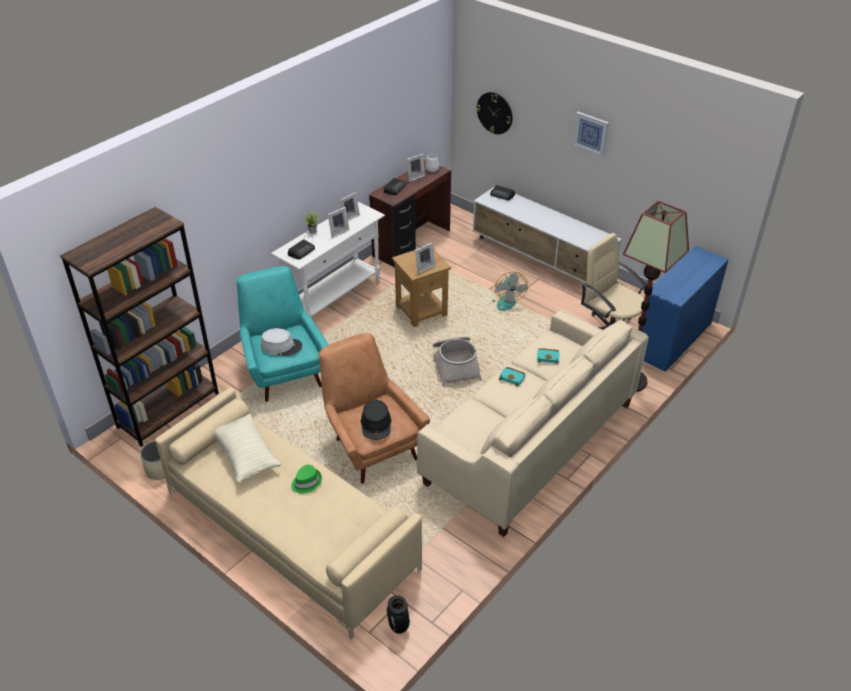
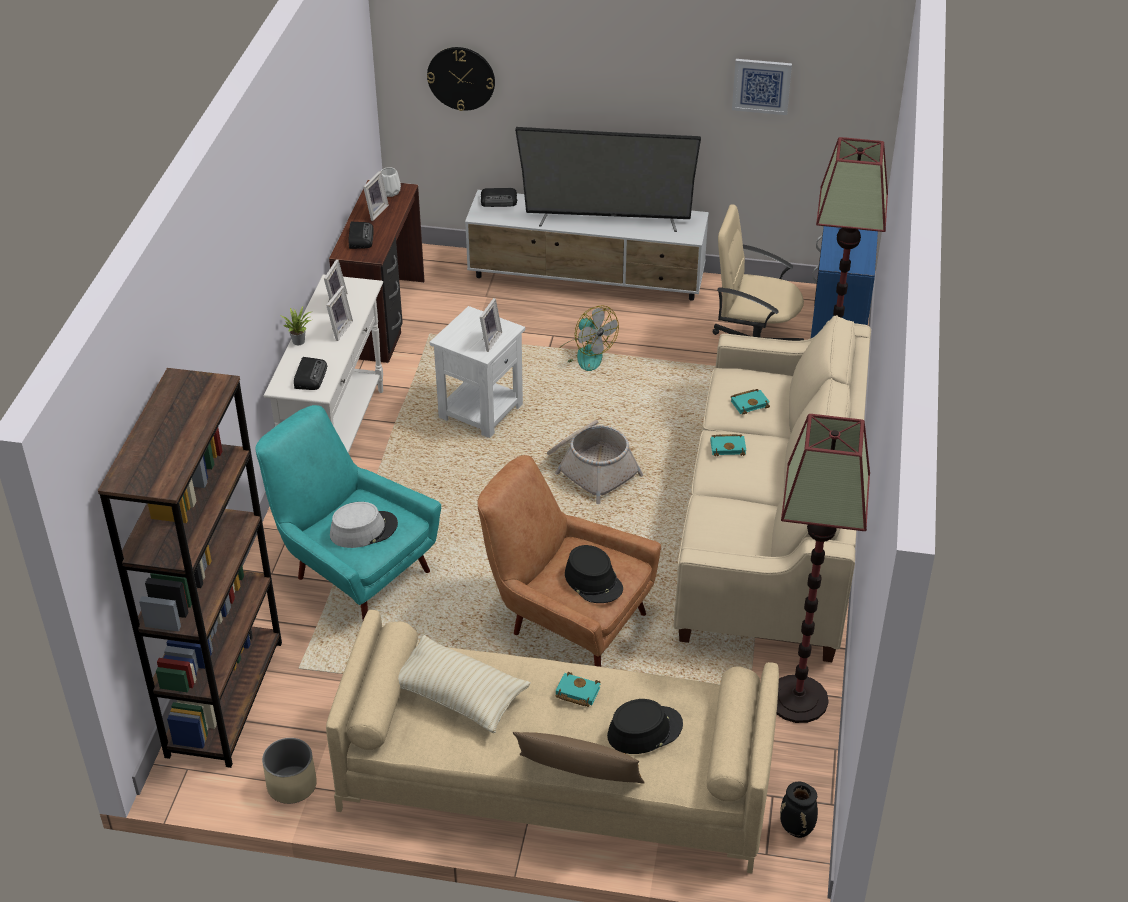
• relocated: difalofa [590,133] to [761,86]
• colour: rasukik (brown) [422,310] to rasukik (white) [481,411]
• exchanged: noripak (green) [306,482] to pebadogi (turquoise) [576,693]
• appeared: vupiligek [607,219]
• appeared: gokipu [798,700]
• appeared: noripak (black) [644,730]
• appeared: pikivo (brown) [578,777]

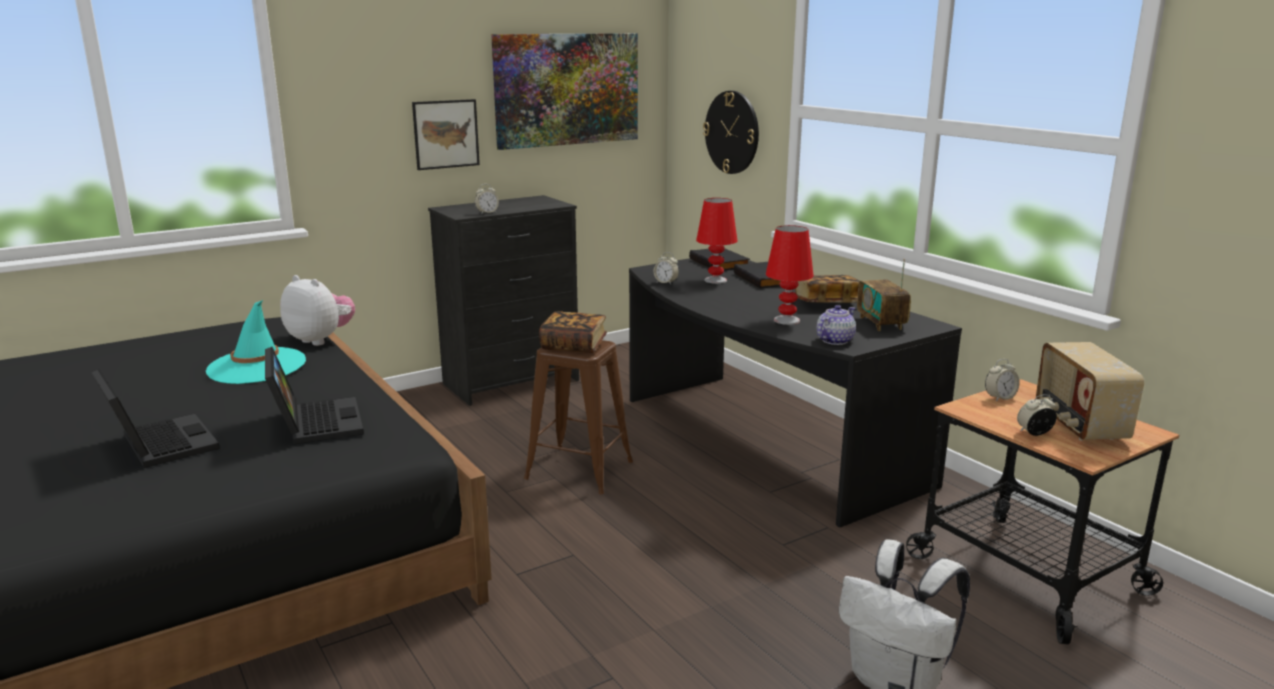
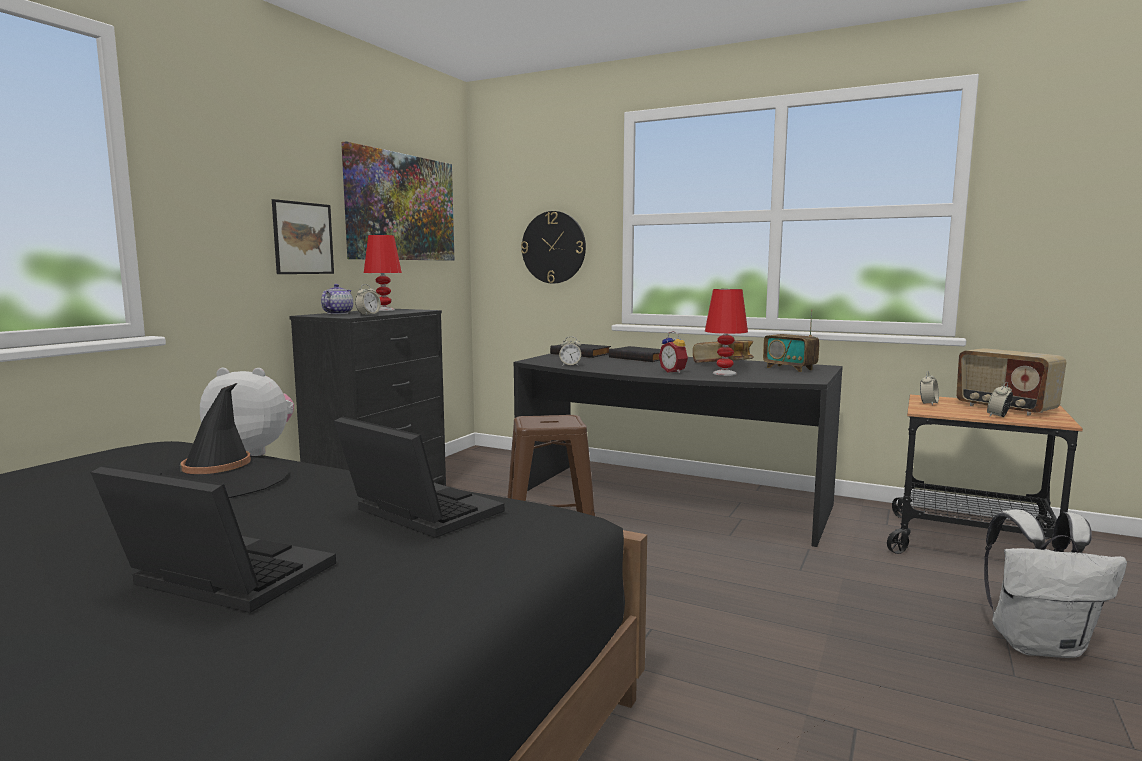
• relocated: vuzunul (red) [716,280] to [384,310]
• colour: noripak (turquoise) [257,366] to noripak (black) [218,480]
• relocated: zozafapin [834,340] to [337,313]
• missing: pebadogi [573,346]
• appeared: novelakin [674,371]

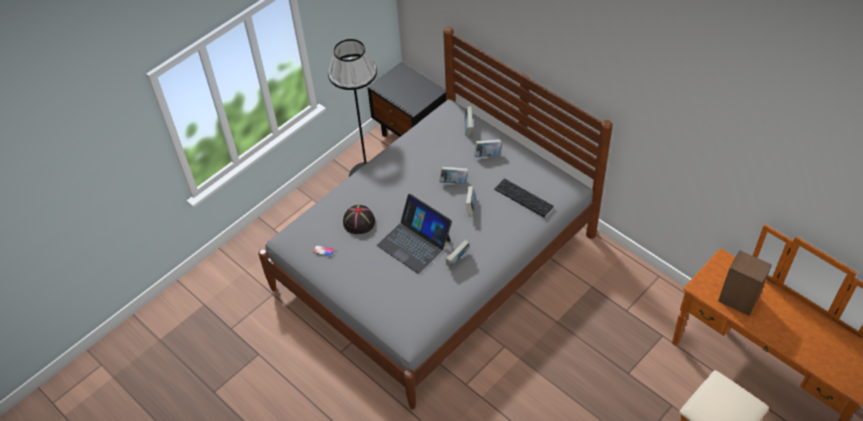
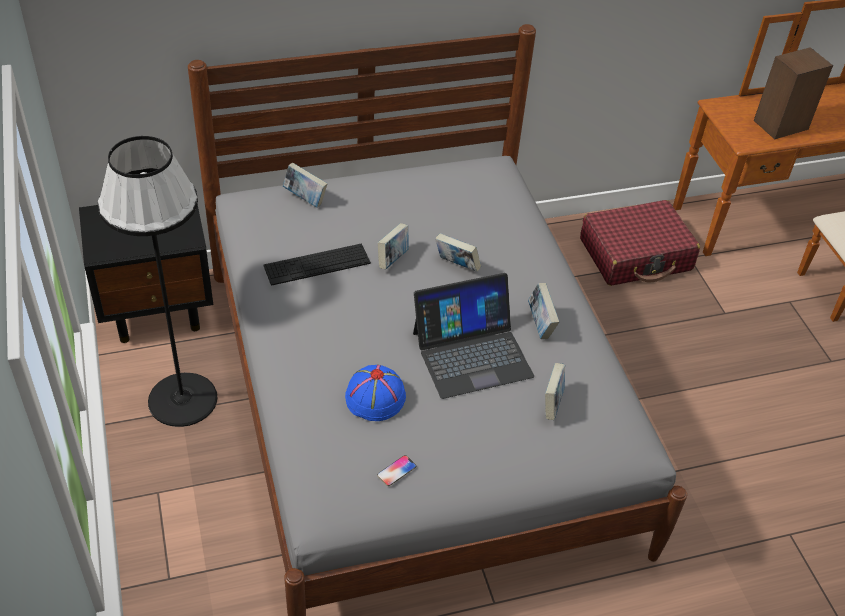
• relocated: pebadogi [487,155] to [552,404]
• relocated: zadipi [523,197] to [317,264]
• colour: noripak (black) [358,222] to noripak (blue) [375,398]
• appeared: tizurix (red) [636,255]

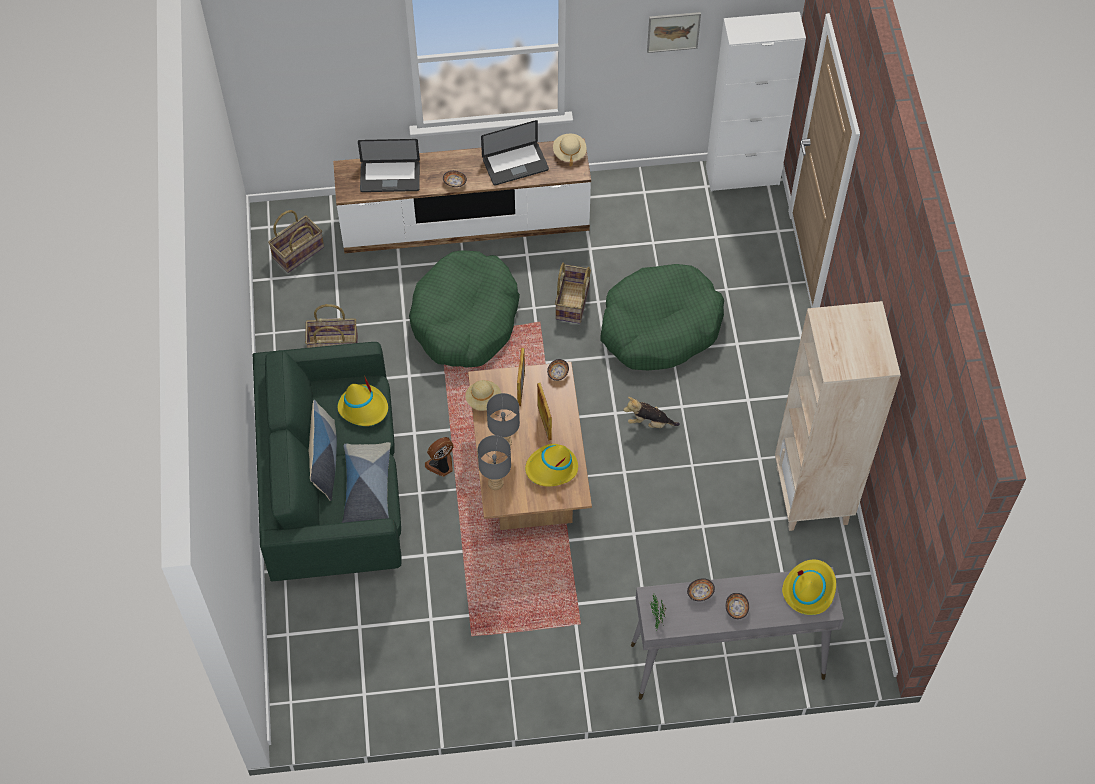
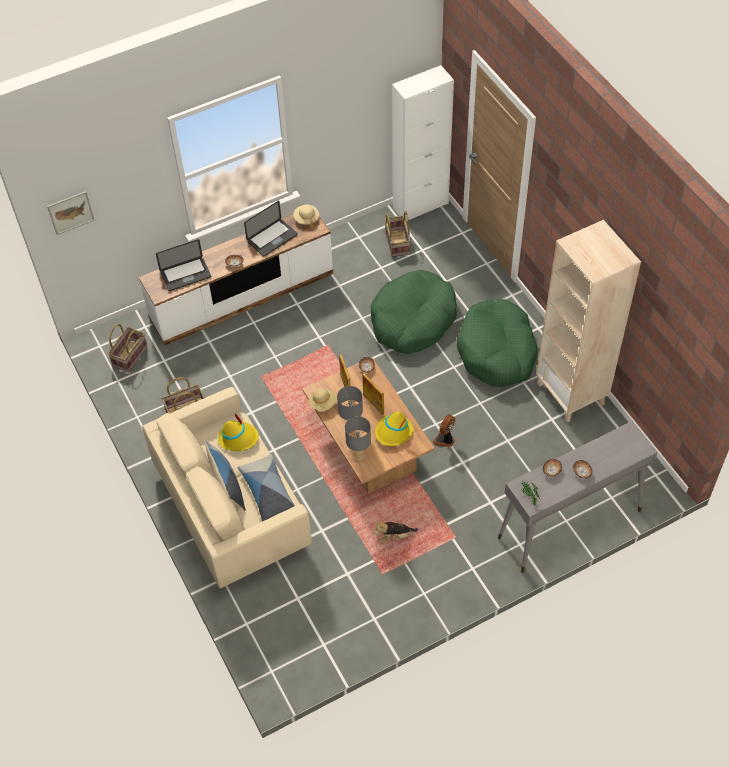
• relocated: difalofa [673,31] to [70,212]
• relocated: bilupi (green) [465,319] to [497,351]
• relocated: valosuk [573,302] to [398,243]
• colour: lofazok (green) [334,488] to lofazok (beige) [233,508]
• relocated: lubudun [649,422] to [394,536]
• relocated: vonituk [441,465] to [445,439]
• missing: noripak (yellow) [809,589]

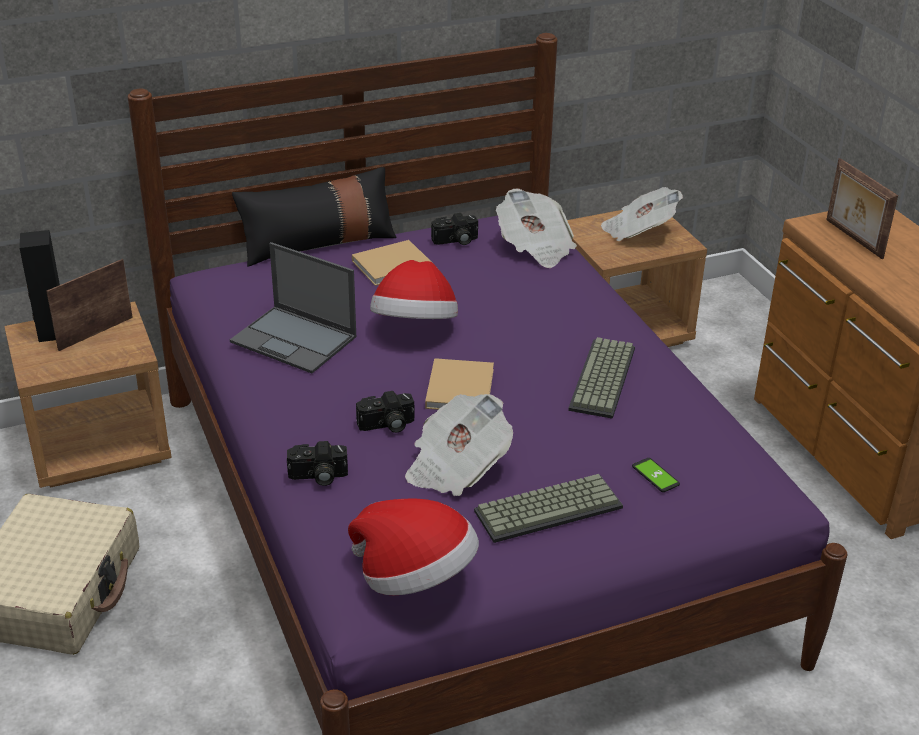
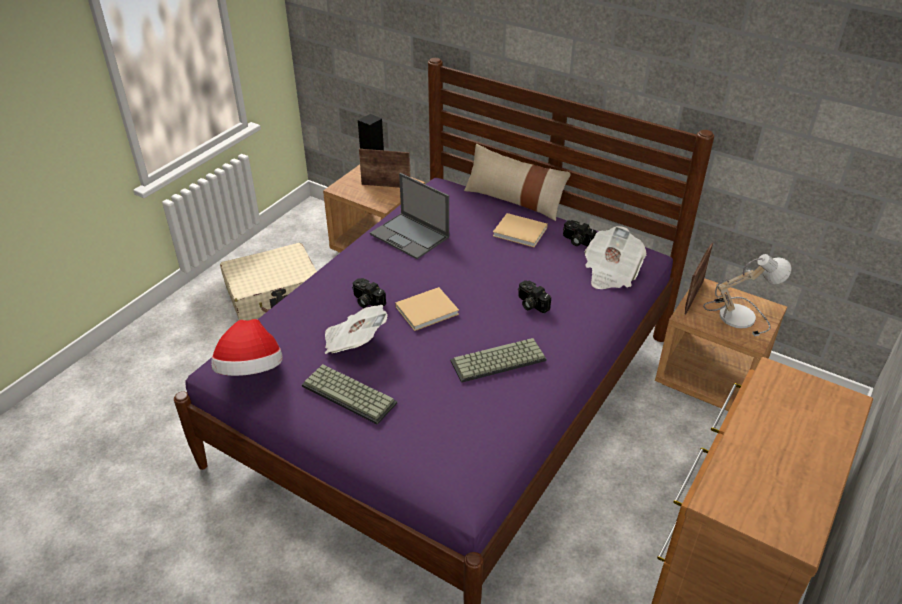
• relocated: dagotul [852,239] to [693,296]
• colour: pikivo (black) [318,244] to pikivo (beige) [514,200]
• exchanged: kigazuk [638,231] to vuzunul [737,314]
• spun: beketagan [295,340] = [410,236] 45 degrees counterclockwise
• missing: noripak [415,327]
• relocated: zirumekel [318,476] to [530,304]
• missing: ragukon [655,476]

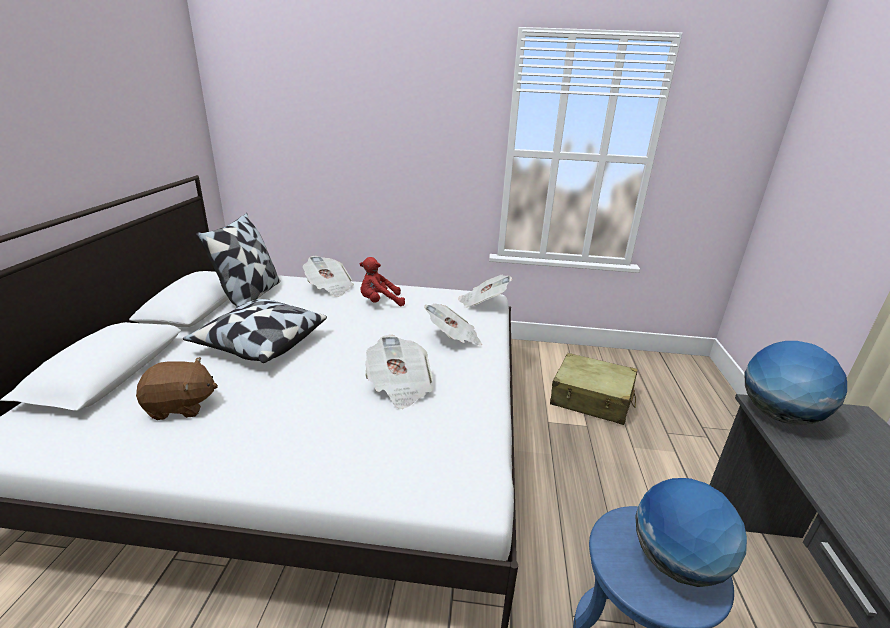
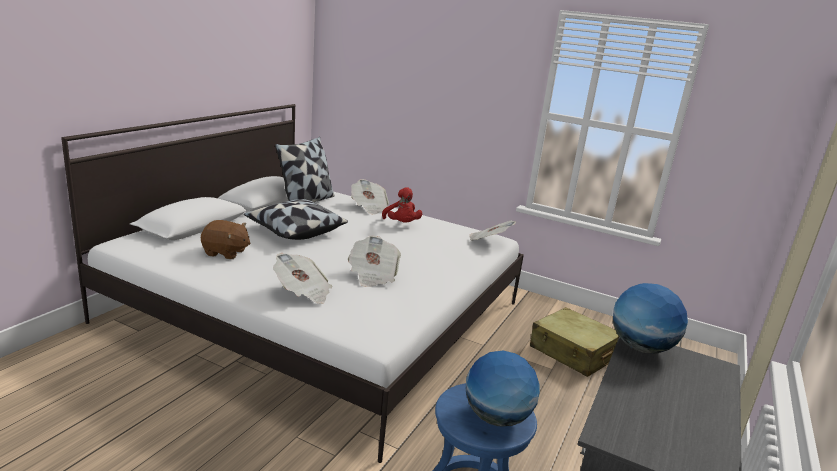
• spun: lubudun (red) [380,302] = [401,224] 120 degrees counterclockwise
• relocated: kigazuk [453,338] to [303,292]

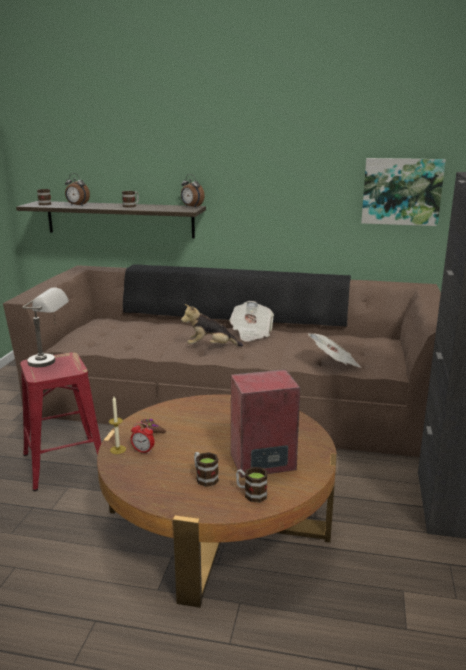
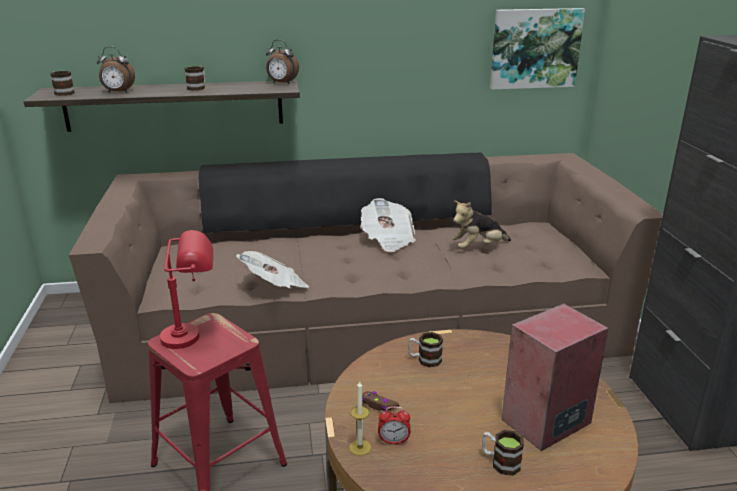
• colour: vuzunul (grey) [50,362] to vuzunul (red) [194,335]
• relocated: lubudun [210,347] to [478,247]
• relocated: kigazuk [334,363] to [275,286]
• relocated: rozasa [251,494] to [424,360]

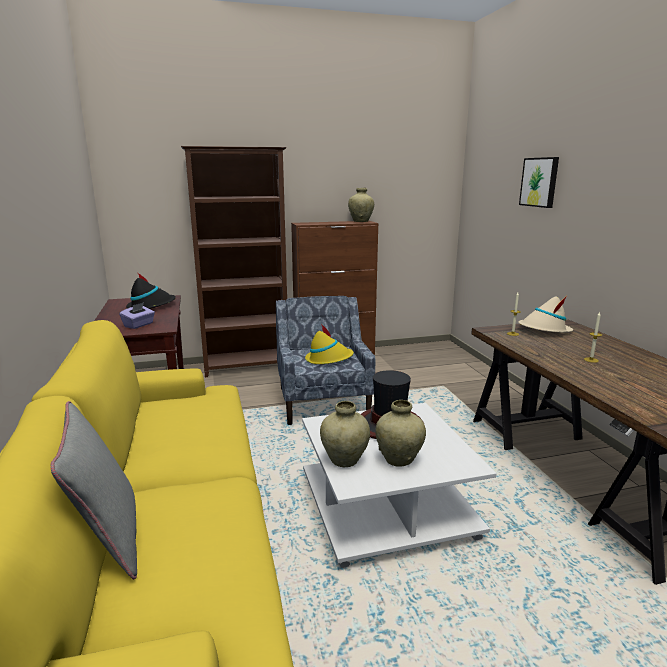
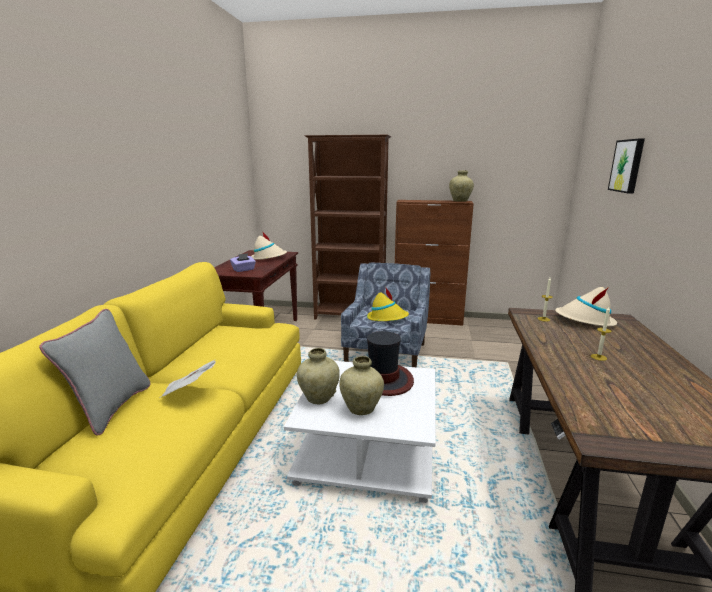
• colour: noripak (black) [151,306] to noripak (beige) [268,257]
• appeared: kigazuk [189,391]

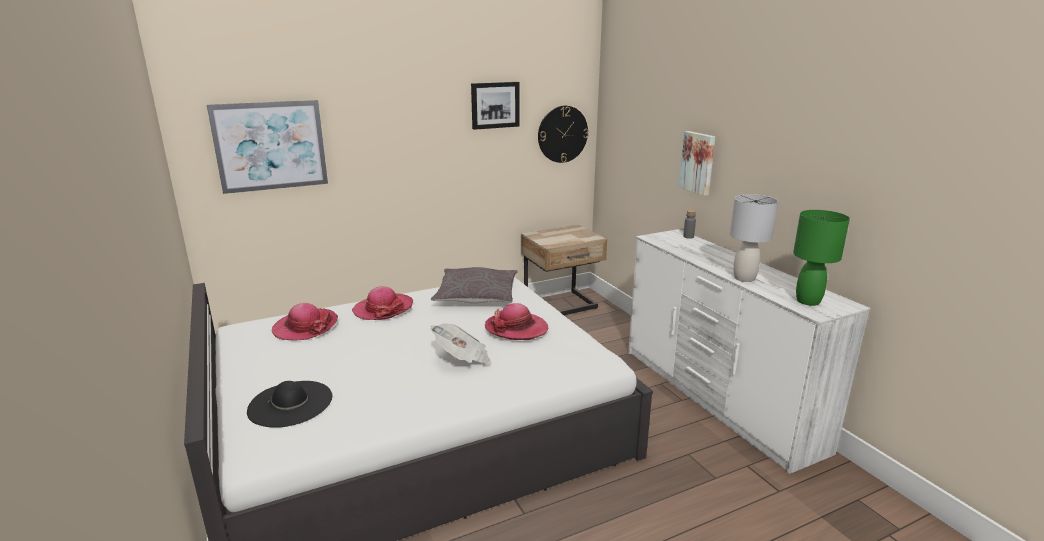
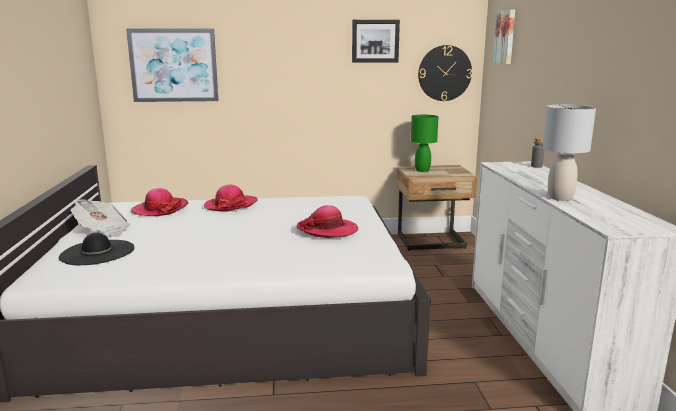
• relocated: difalofa [698,162] to [506,37]
• relocated: vuzunul (green) [808,301] to [422,170]
• missing: pikivo (grey) [476,295]
• relocated: kigazuk [463,358] to [103,231]

